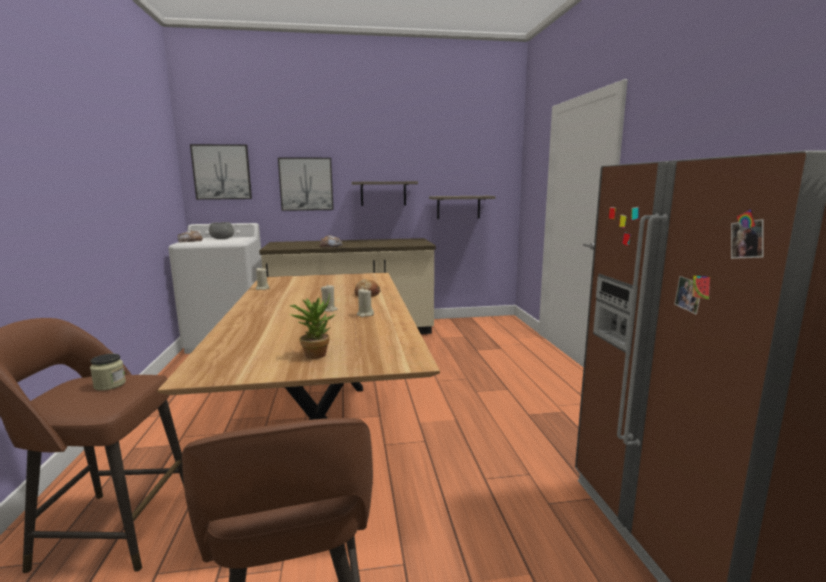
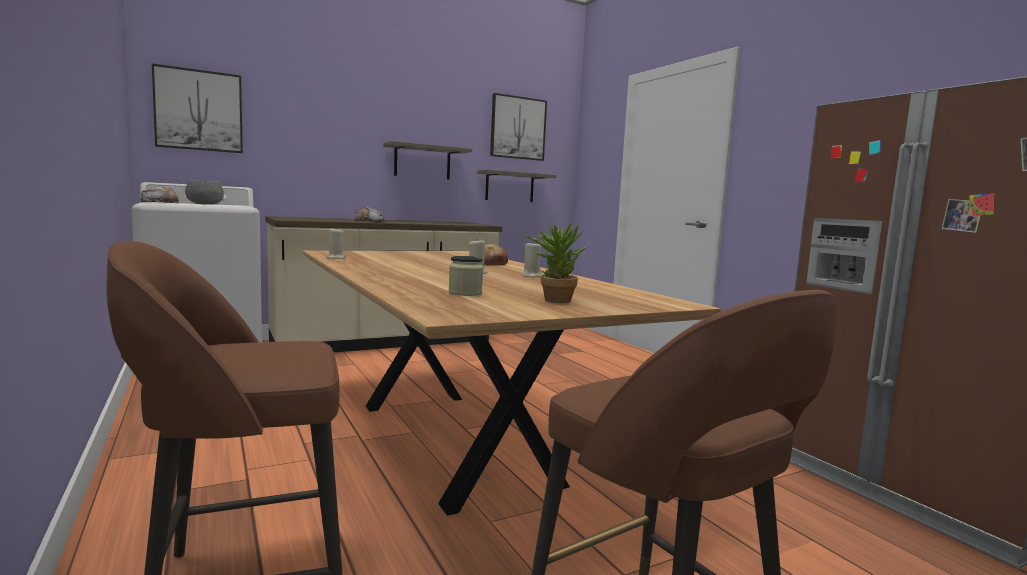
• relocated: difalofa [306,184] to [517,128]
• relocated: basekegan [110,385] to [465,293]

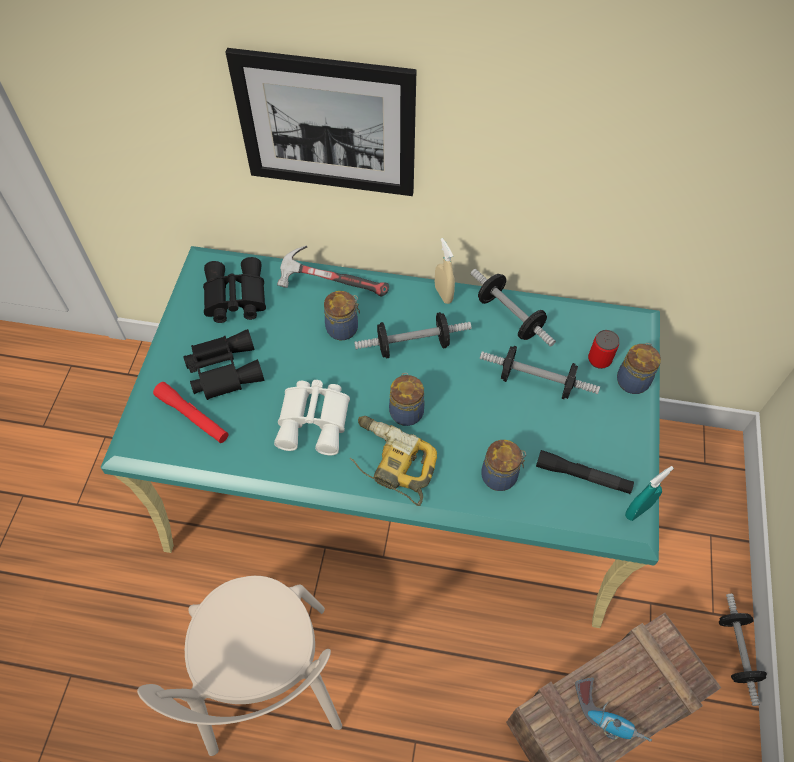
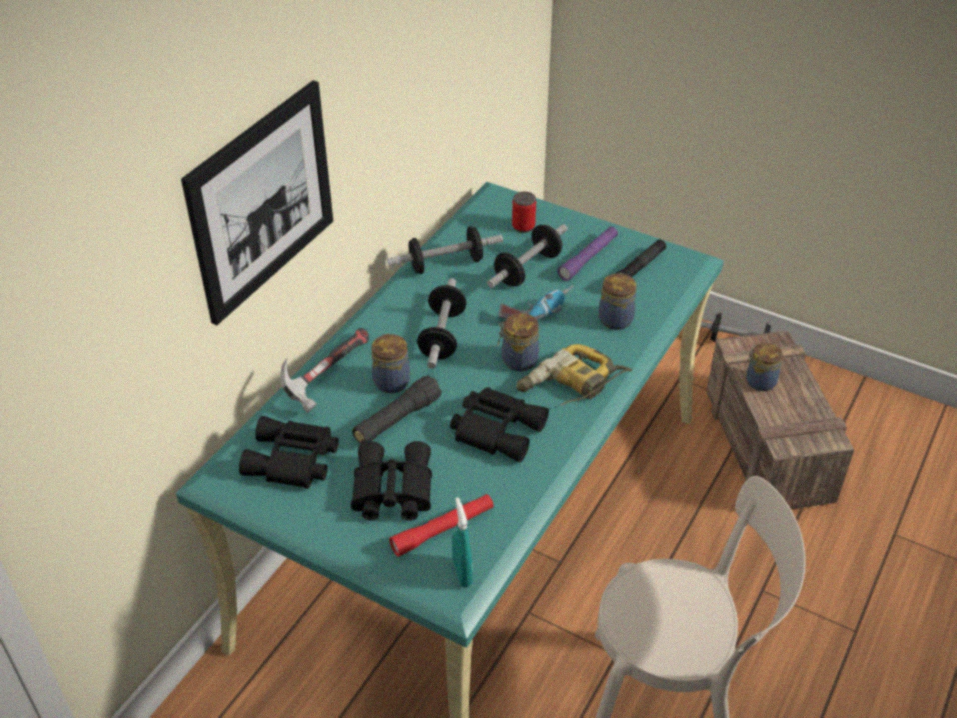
• missing: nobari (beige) [443,294]
• relocated: basekegan [633,380] to [759,381]
• colour: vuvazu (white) [315,420] to vuvazu (black) [497,428]
• relocated: nobari (turquoise) [638,510] to [462,573]
• relocated: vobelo [609,714] to [536,310]
• appeared: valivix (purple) [588,258]
• appeared: valivix (black) [397,420]

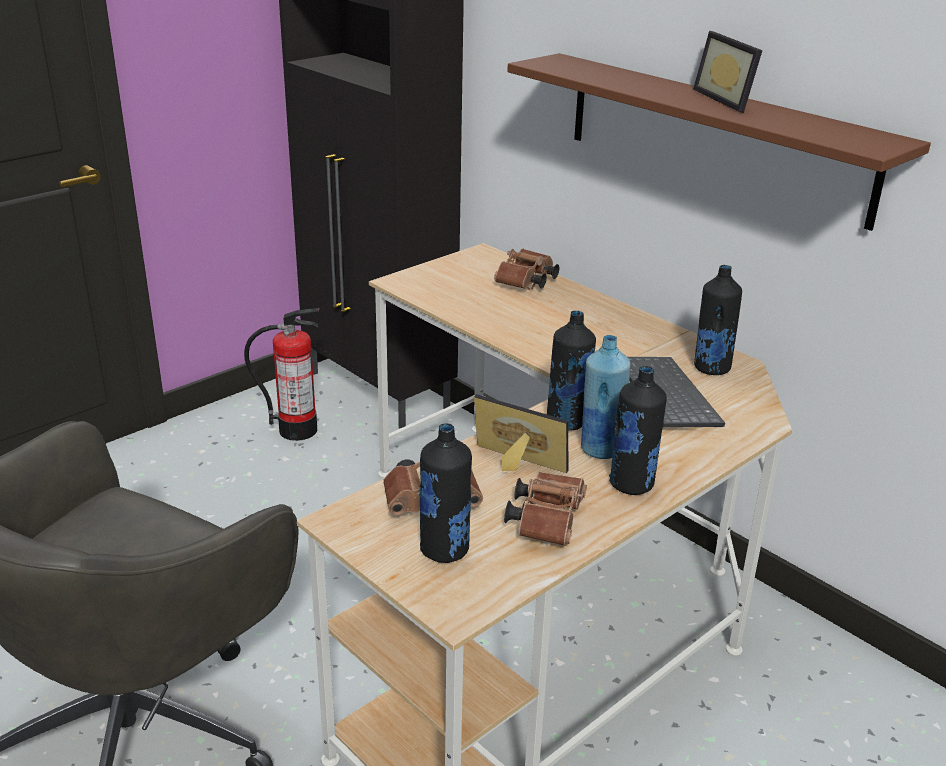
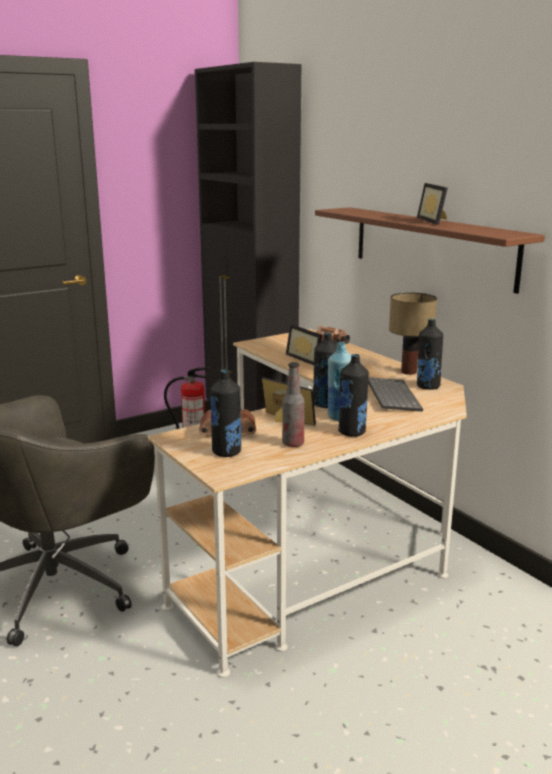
• exchanged: vuvazu (brown) [547,520] to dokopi [293,443]
• appeared: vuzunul [408,372]
• appeared: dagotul [307,359]

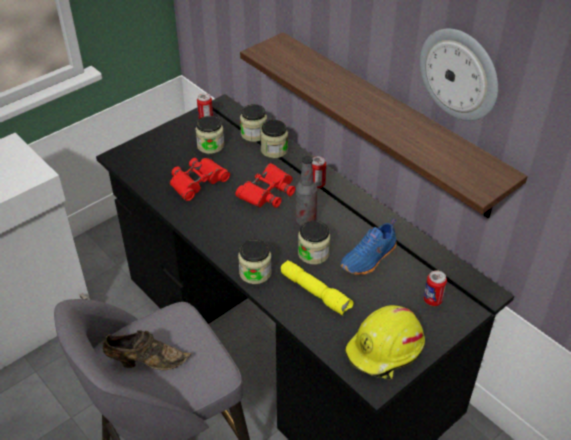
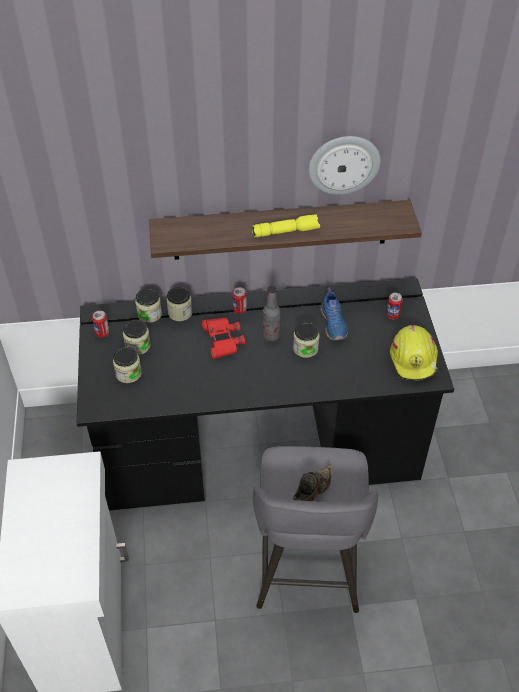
• missing: vuvazu (red) [198,182]
• relocated: basekegan [255,272] to [128,373]
• relocated: valivix (yellow) [316,292] to [286,231]

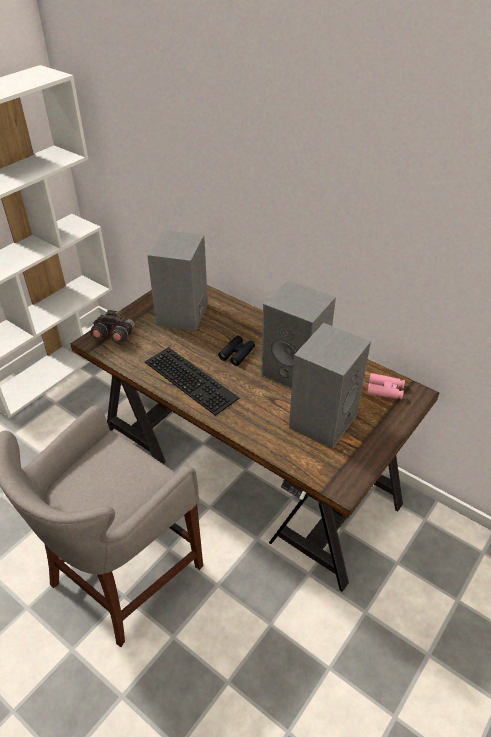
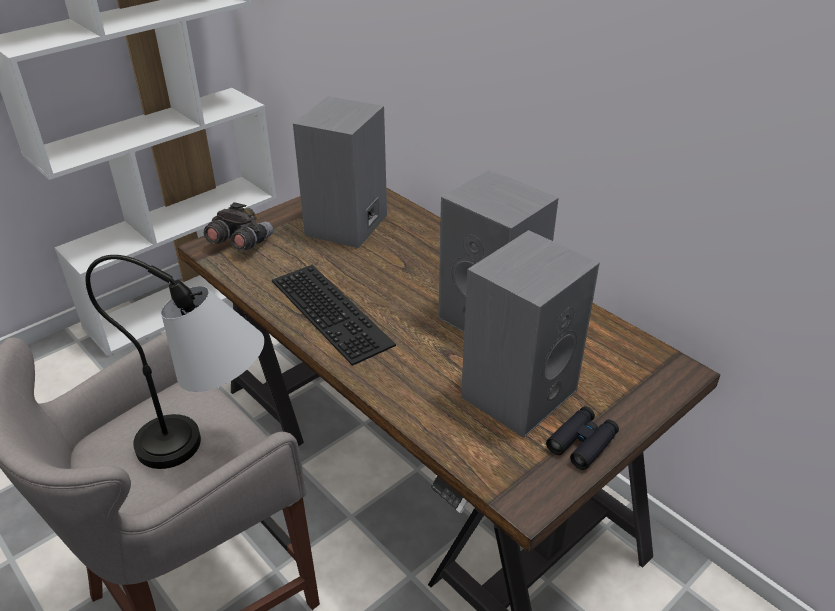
• relocated: vuvazu (black) [237,353] to [582,443]
• missing: vuvazu (pink) [385,390]
• appeared: vuzunul [210,448]

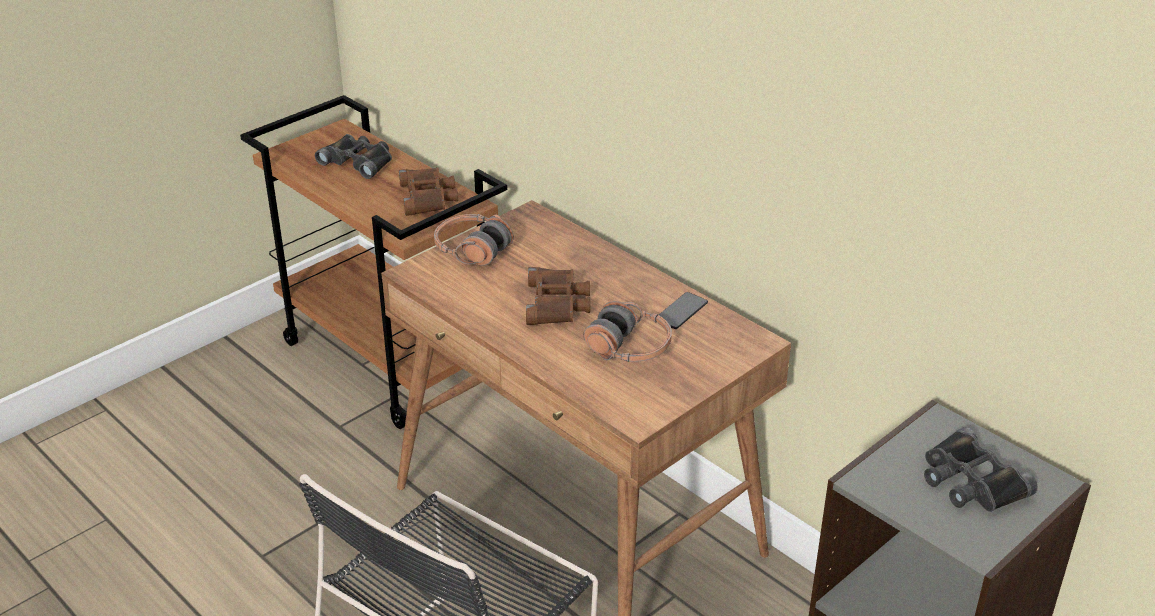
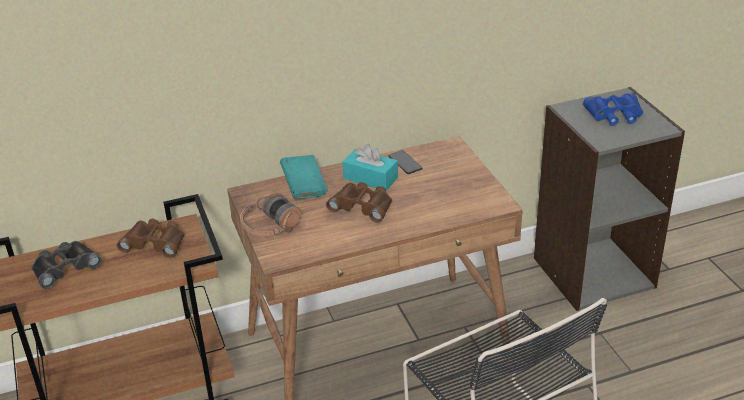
• missing: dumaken [629,348]
• colour: vuvazu (black) [970,481] to vuvazu (blue) [615,114]
• appeared: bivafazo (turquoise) [370,178]
• appeared: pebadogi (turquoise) [304,188]

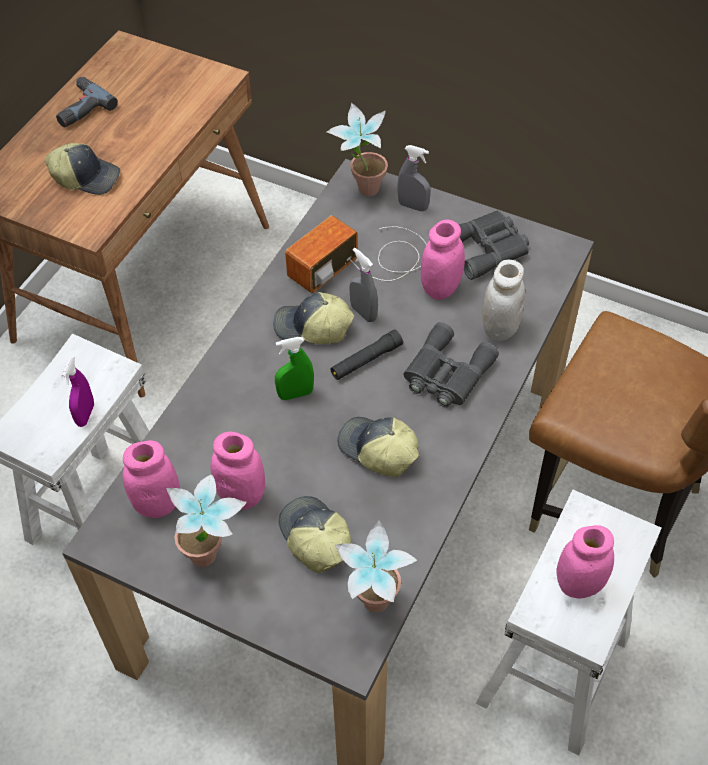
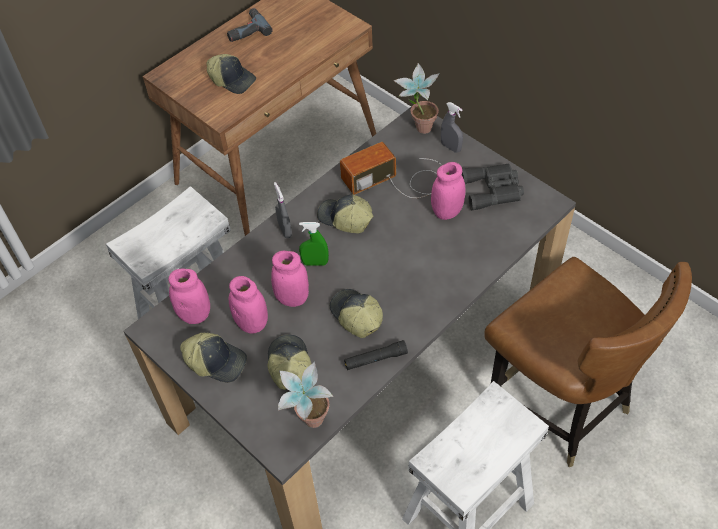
• relocated: nobari (grey) [363,313] to [285,230]
• missing: basekegan (white) [499,328]
• missing: vuvazu (grey) [446,374]
• relocated: valivix (black) [366,360] to [375,359]
• missing: nobari (purple) [85,415]
• exchanged: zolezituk [212,559] to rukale [216,361]
• relocated: basekegan (pink) [579,584] to [292,298]

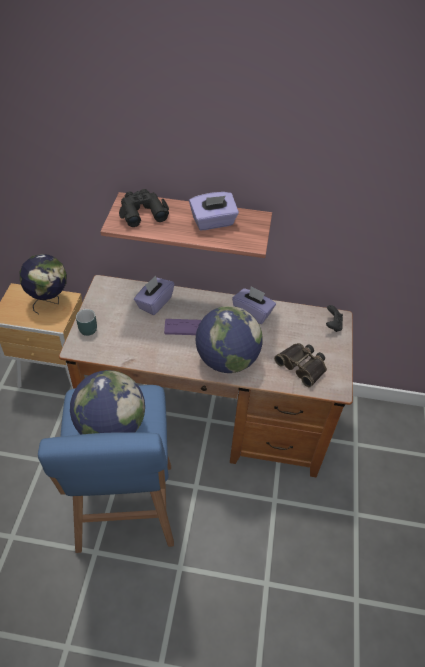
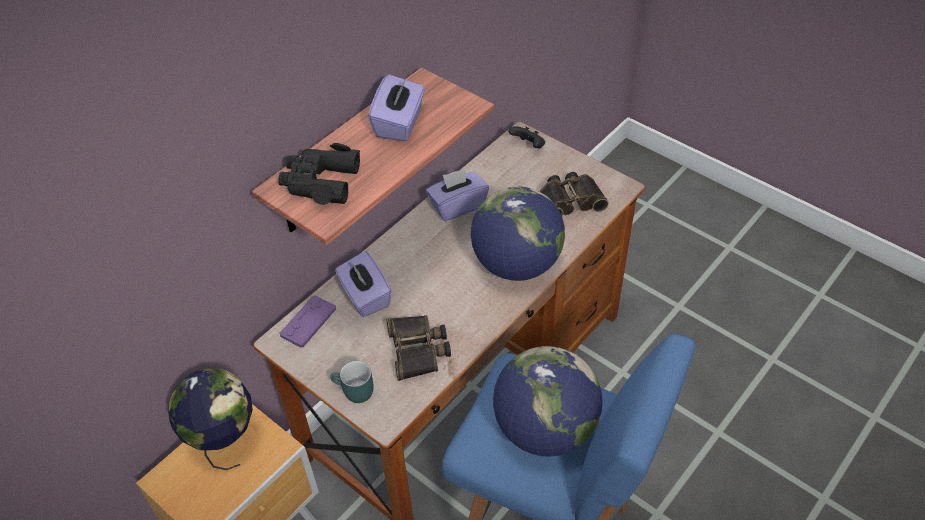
• relocated: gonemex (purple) [183,327] to [308,322]
• appeared: vuvazu [419,350]

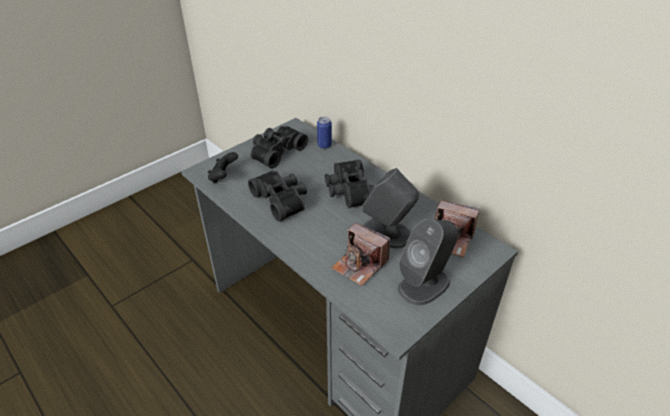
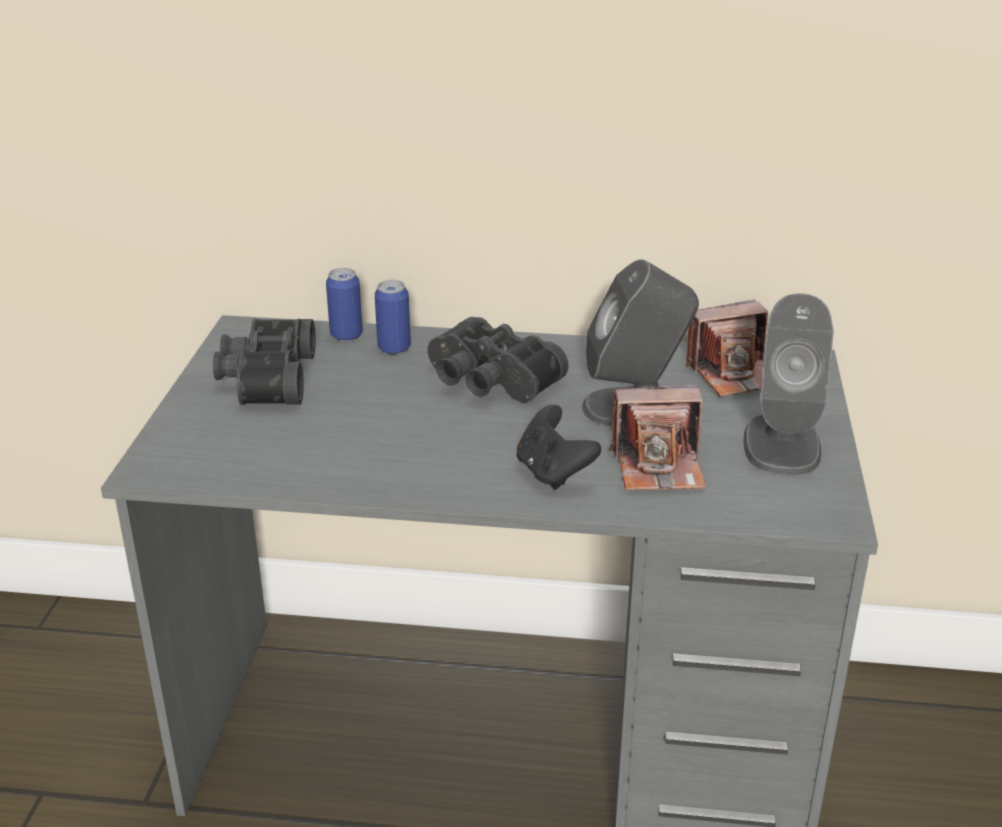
• relocated: gonemex (black) [223,177] to [553,472]
• missing: vuvazu (black) [282,200]
• appeared: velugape [394,348]

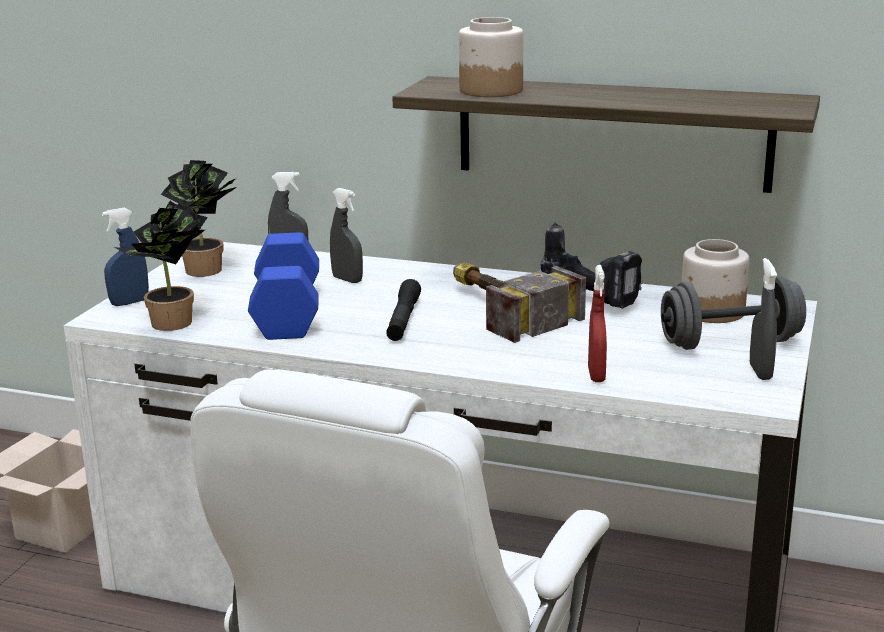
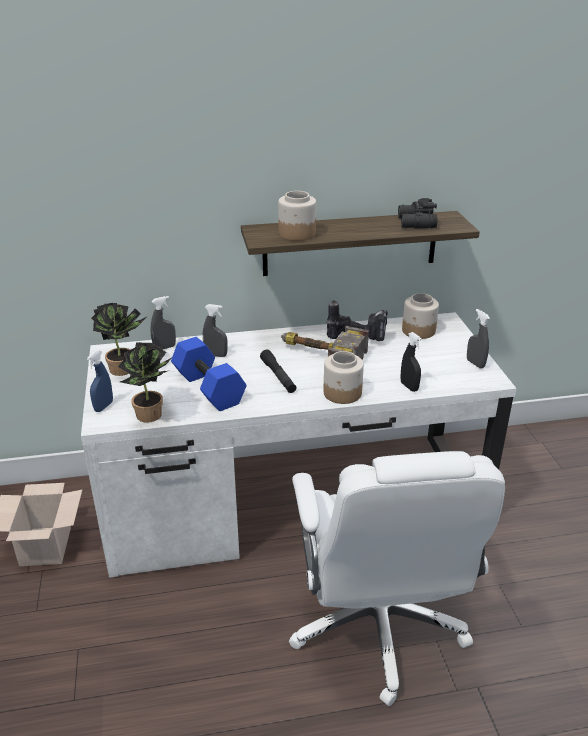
• colour: nobari (red) [596,375] to nobari (black) [409,387]
• missing: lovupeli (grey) [730,343]
• appeared: vuvazu (black) [415,223]
• appeared: basekegan [342,393]

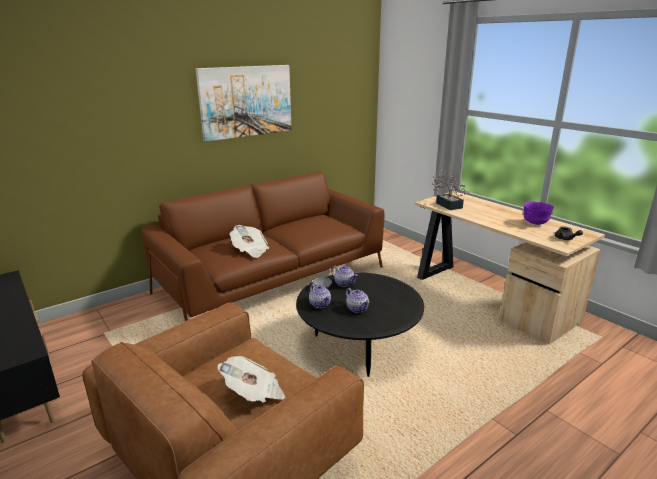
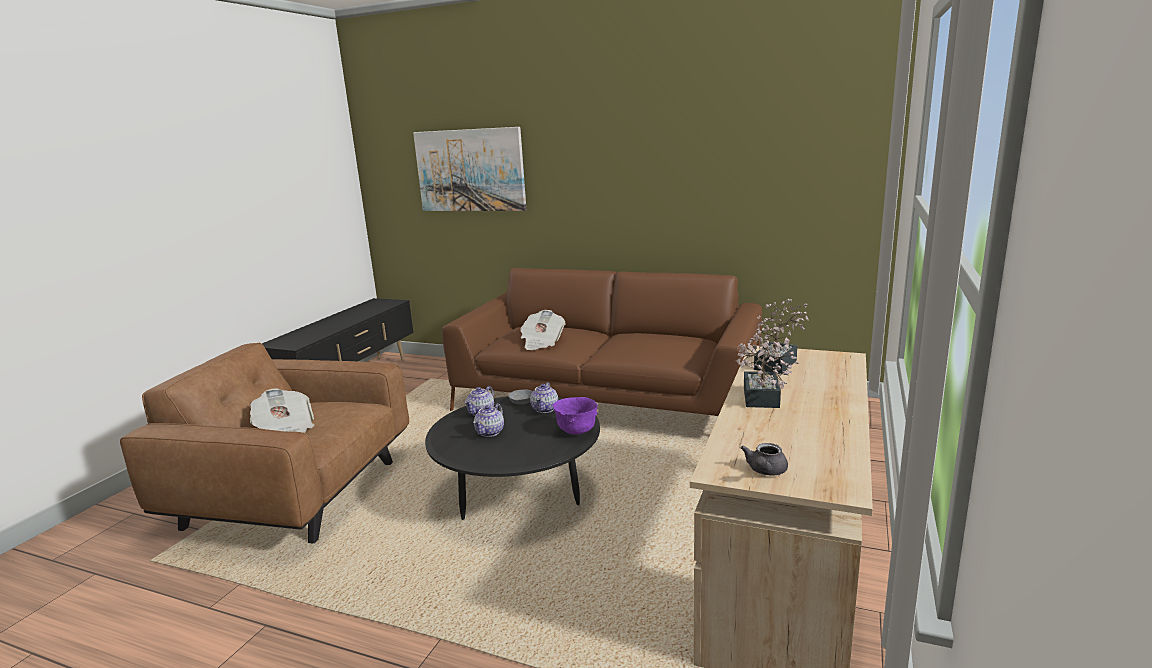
• relocated: difalofa [246,101] to [470,170]
• relocated: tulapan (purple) [535,223] to [576,431]
• appeared: zolezituk [760,400]

